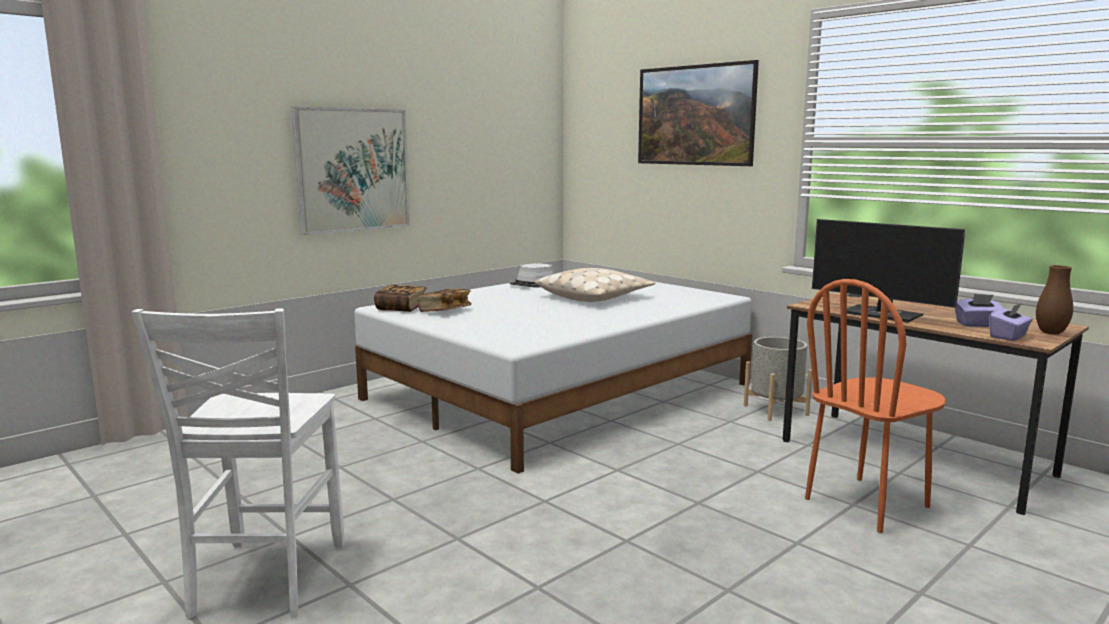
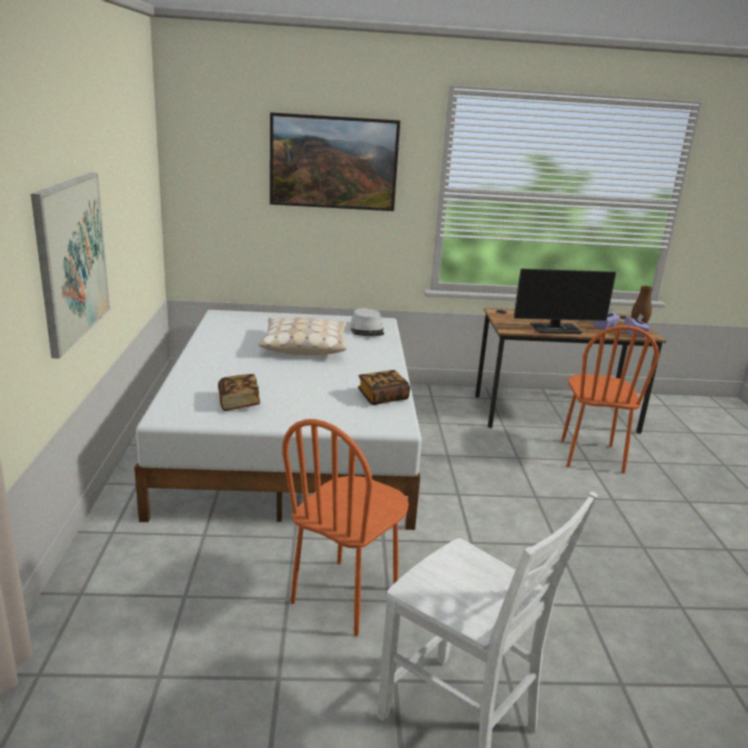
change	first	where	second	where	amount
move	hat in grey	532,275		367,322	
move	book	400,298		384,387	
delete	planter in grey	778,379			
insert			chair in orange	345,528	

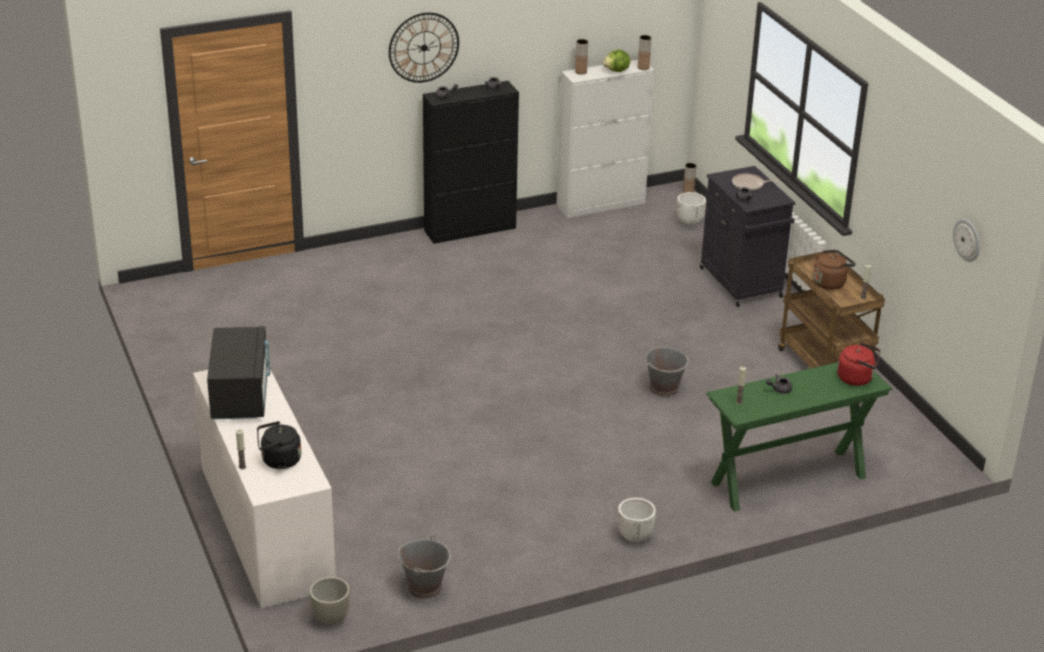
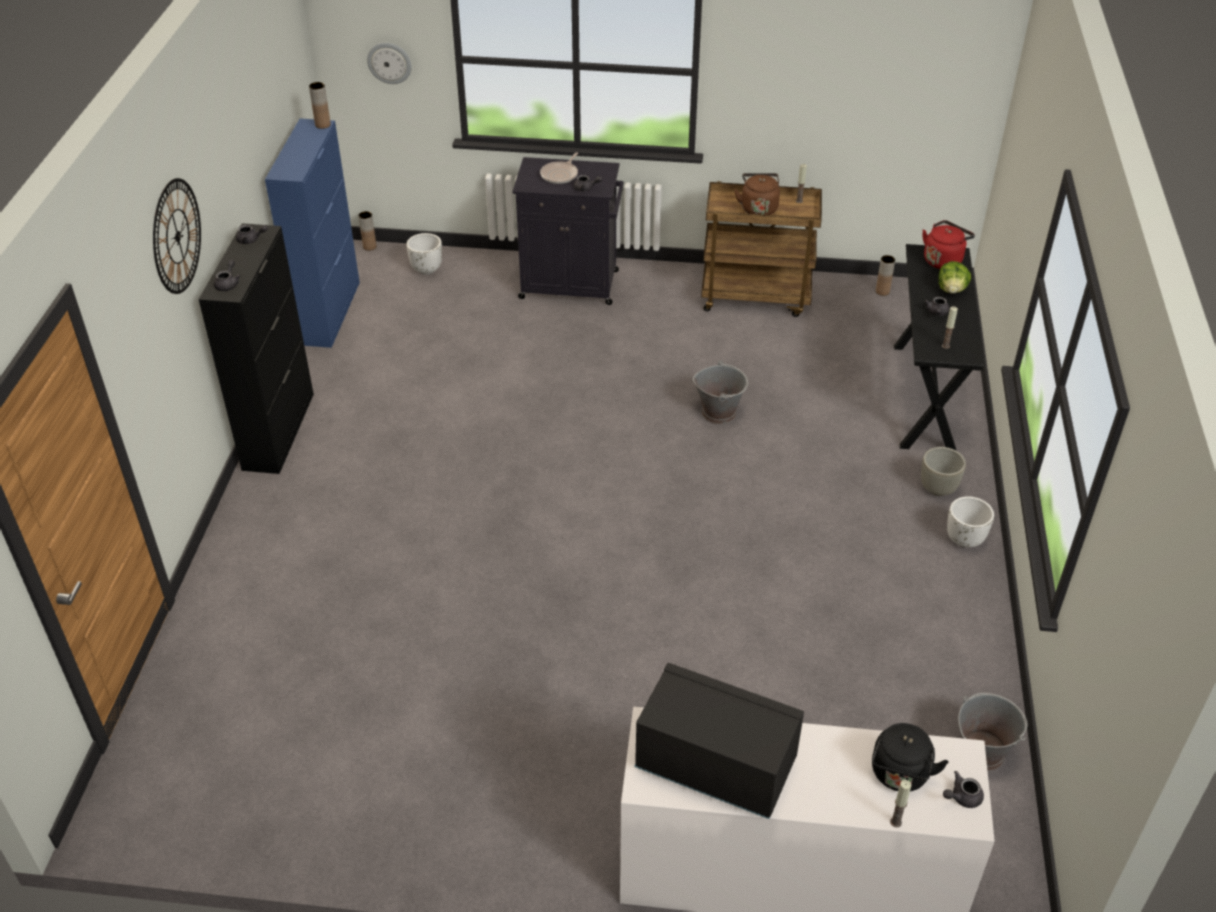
change	first	where	second	where	amount
move	vase in brown	581,57		885,275	
move	lettuce	616,61		955,277	
recolor	cabinet in white	605,139	cabinet in blue	312,233	
move	wall clock	966,240		389,63	
recolor	console table in green	799,437	console table in black	939,347	
move	planter in grey	329,601		943,471	
insert			teapot in grey	963,789	

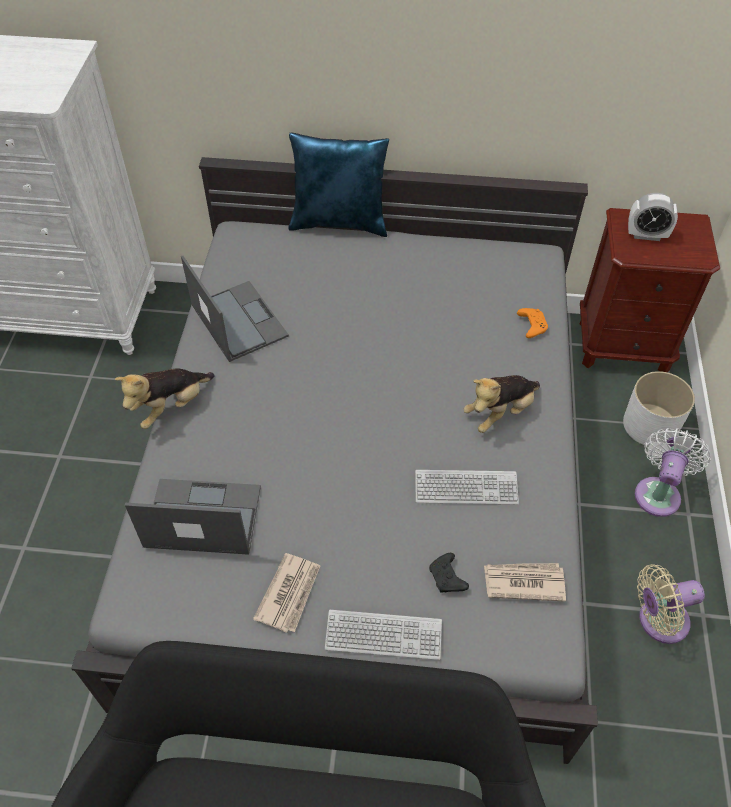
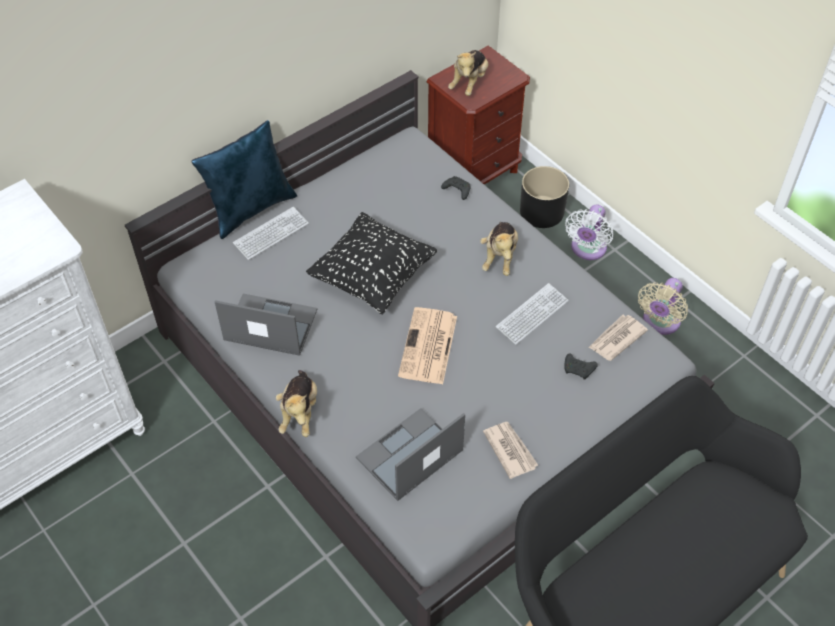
change	first	where	second	where	amount
replace	alarm clock	653,217	plush toy	468,73	
recolor	game controller in orange	532,323	game controller in black	456,188	
recolor	planter in white	659,408	planter in black	544,197	
rotate	fan in white	673,472		589,232	135 degrees counterclockwise
move	keyboard	383,635		271,233	
insert			pillow in black	371,263	
insert			newspaper	427,345	

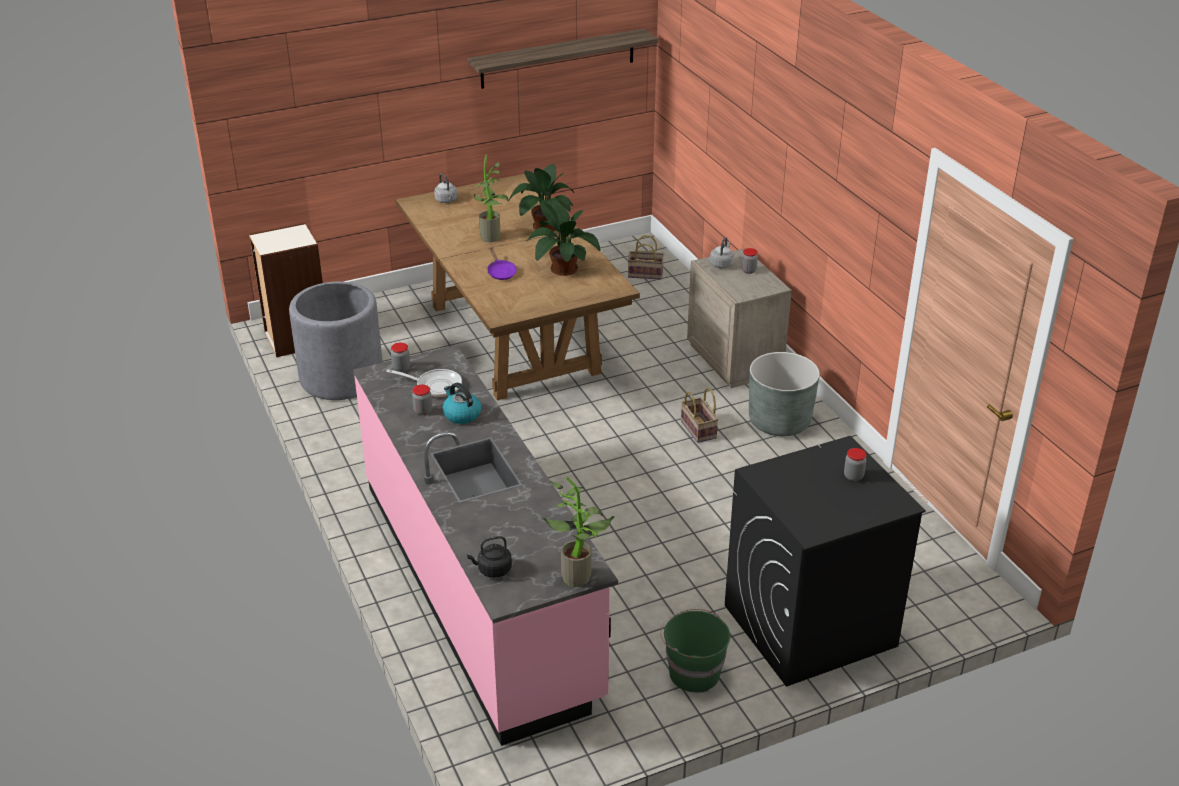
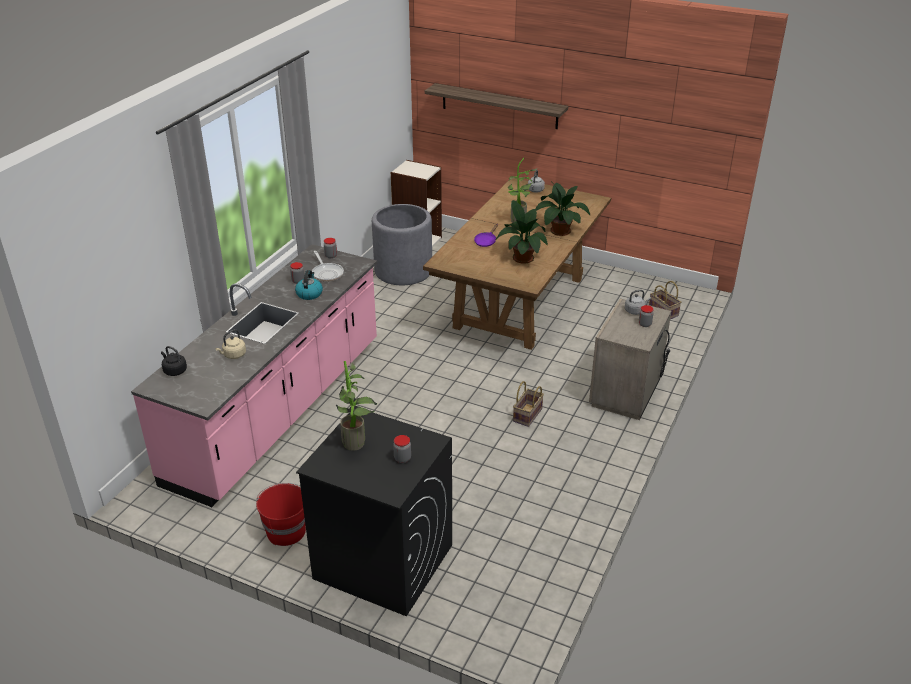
change	first	where	second	where	amount
move	shelf	563,59		496,106	
delete	planter in grey	784,394			
move	potted plant	579,532		356,406	
recolor	bucket in green	695,650	bucket in red	281,514	
insert			kettle in beige	231,344	

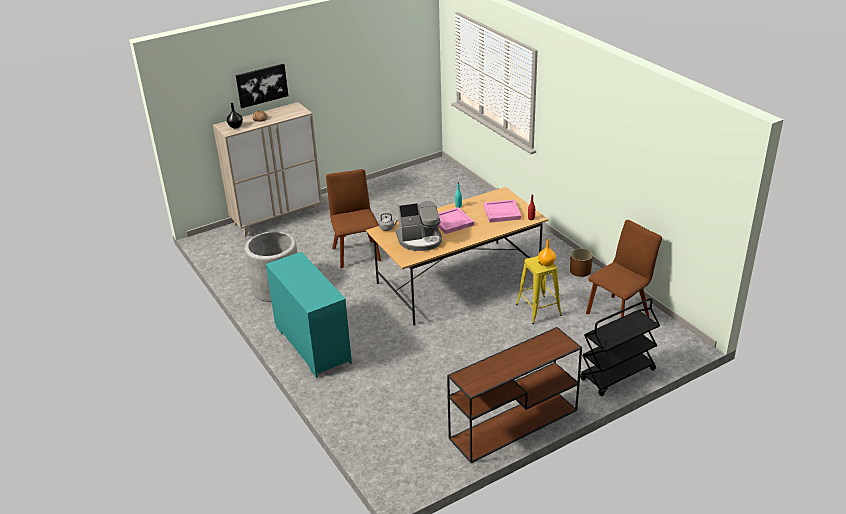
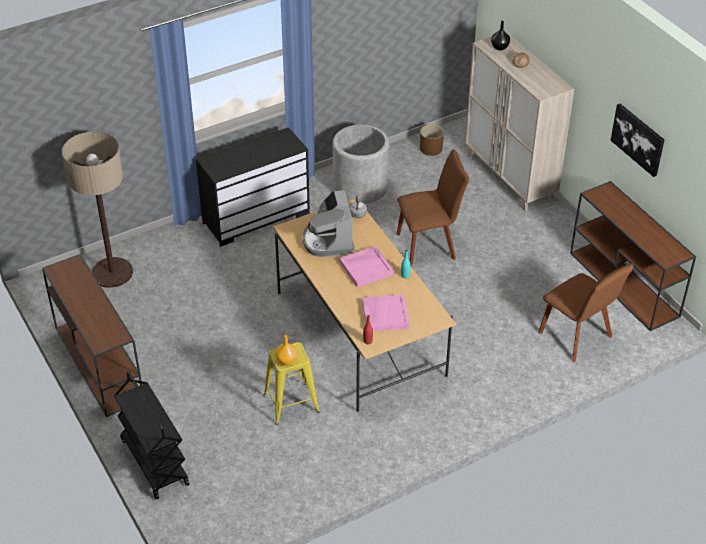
change	first	where	second	where	amount
move	picture	262,86		637,140	
move	chair in brown	624,269		585,313	
move	planter in brown	581,263		432,140	
recolor	dresser in turquoise	309,315	dresser in black	253,187	
insert			floor lamp	97,209	
insert			console table in brown	633,256	

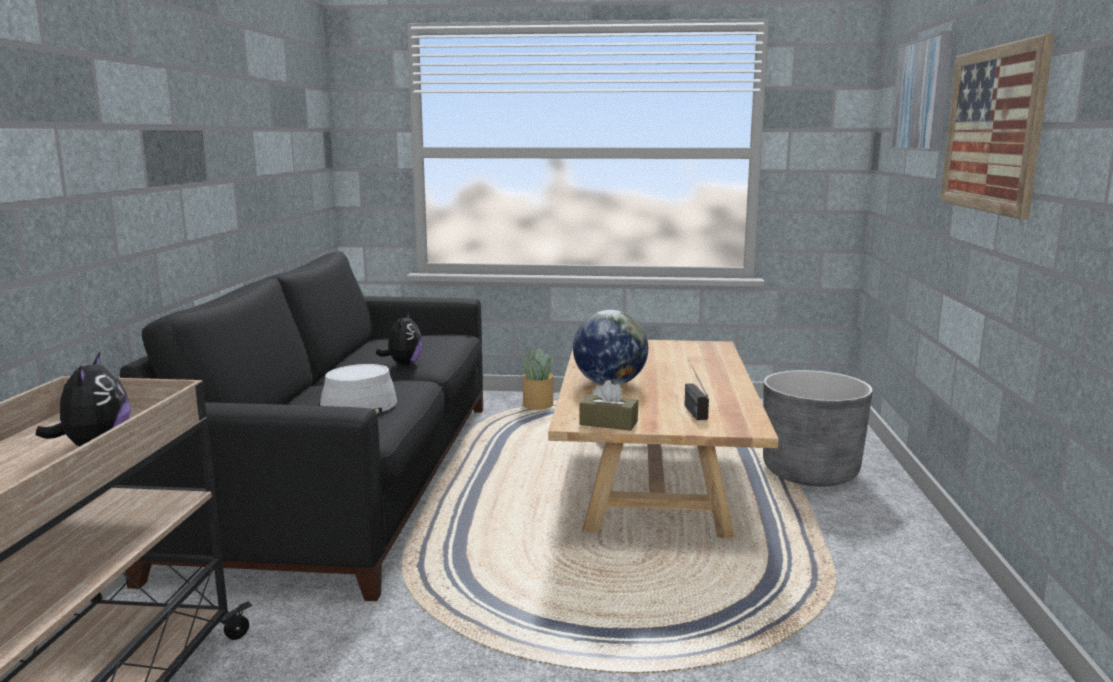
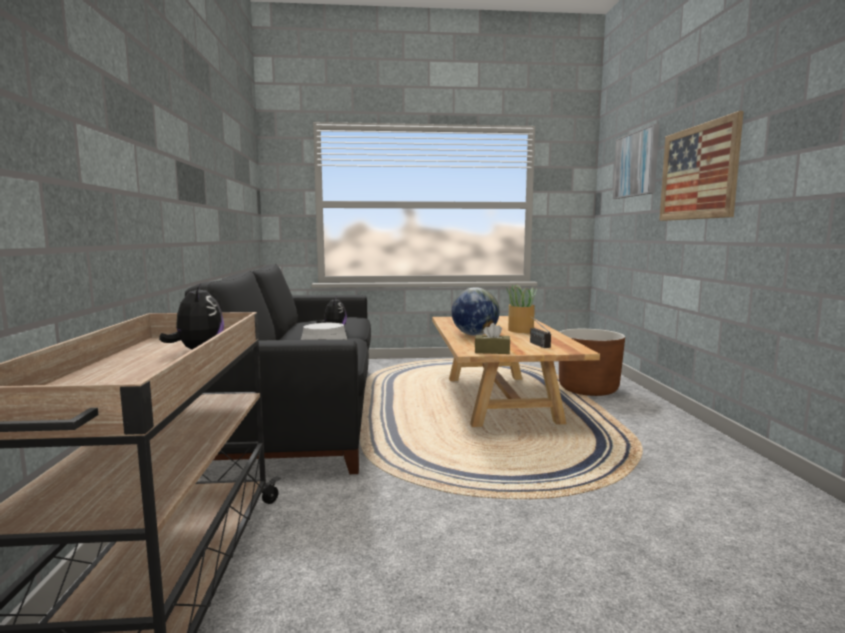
change	first	where	second	where	amount
move	potted plant	538,379		521,308	
recolor	planter in grey	818,428	planter in brown	592,362	

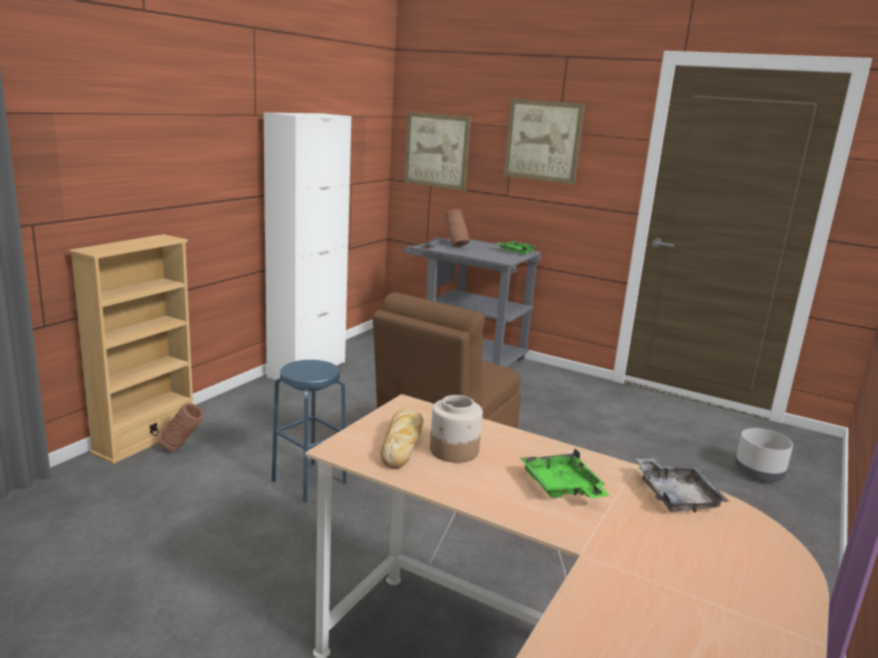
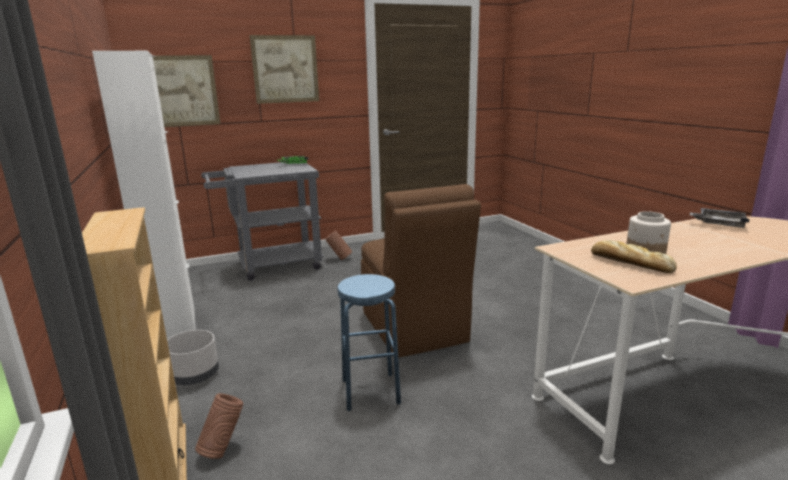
change	first	where	second	where	amount
move	vase in brown	457,228		338,245	
move	planter in grey	764,454		193,357	
delete	tray in green	565,473			

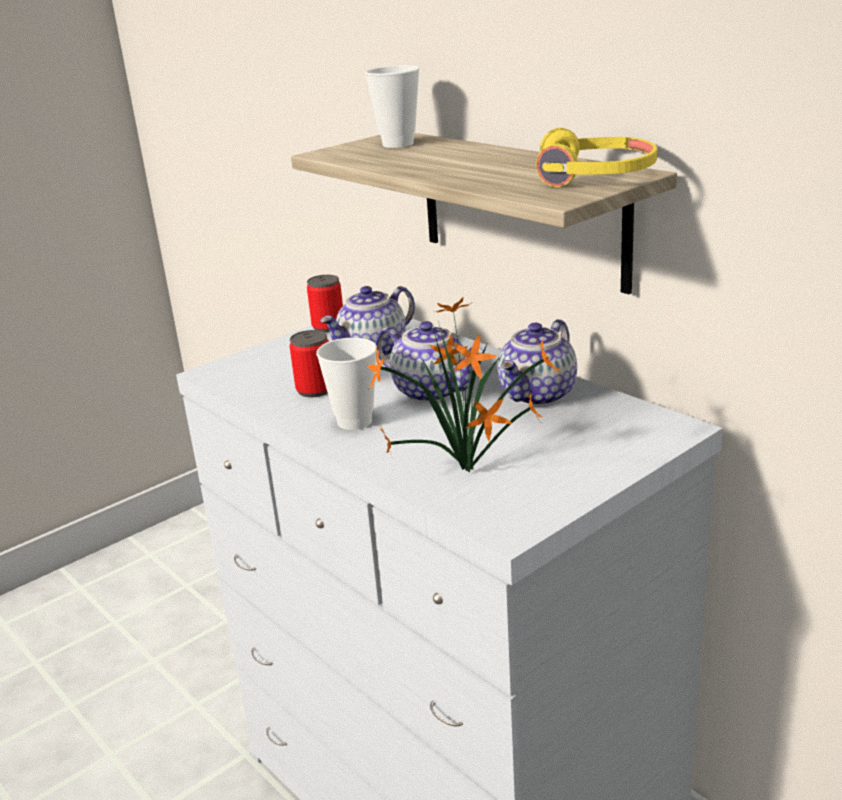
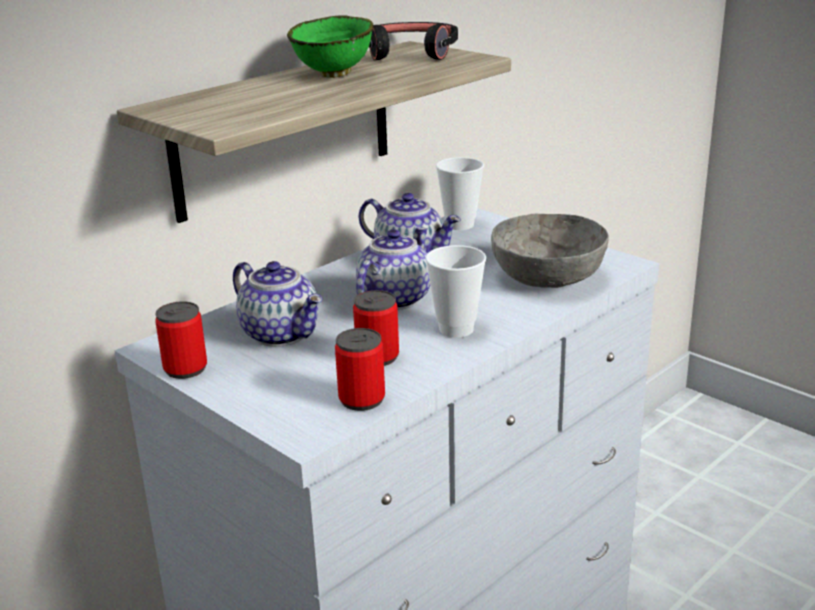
change	first	where	second	where	amount
move	cup	392,106		460,193	
recolor	headphones in yellow	596,157	headphones in black	413,41	
replace	potted plant	464,385	bowl in grey	550,251	
insert			bowl in green	330,47	
insert			can	360,369	

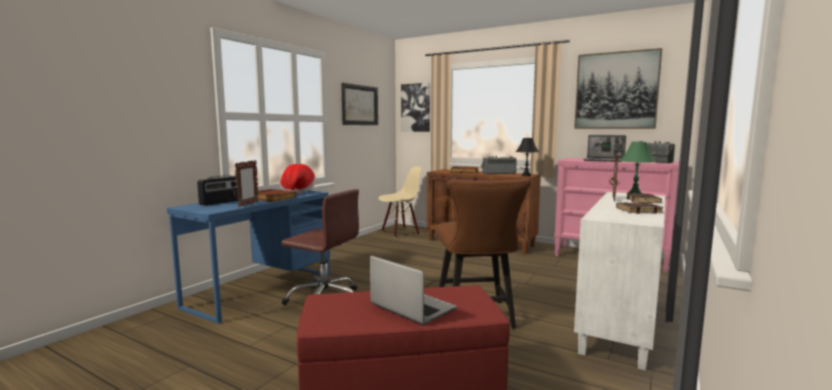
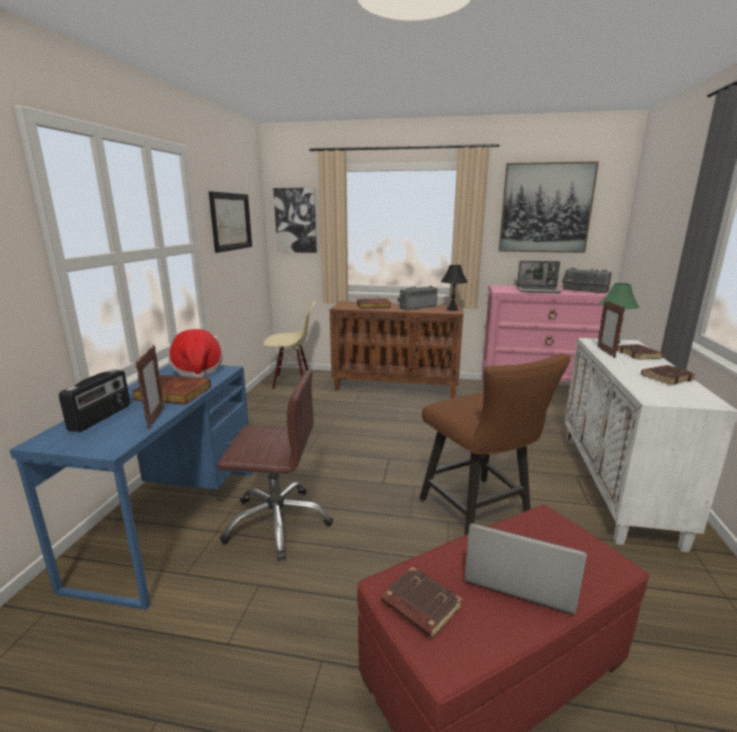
change	first	where	second	where	amount
rotate	chair in beige	400,202		289,345	45 degrees clockwise
insert			book in brown	421,603	

